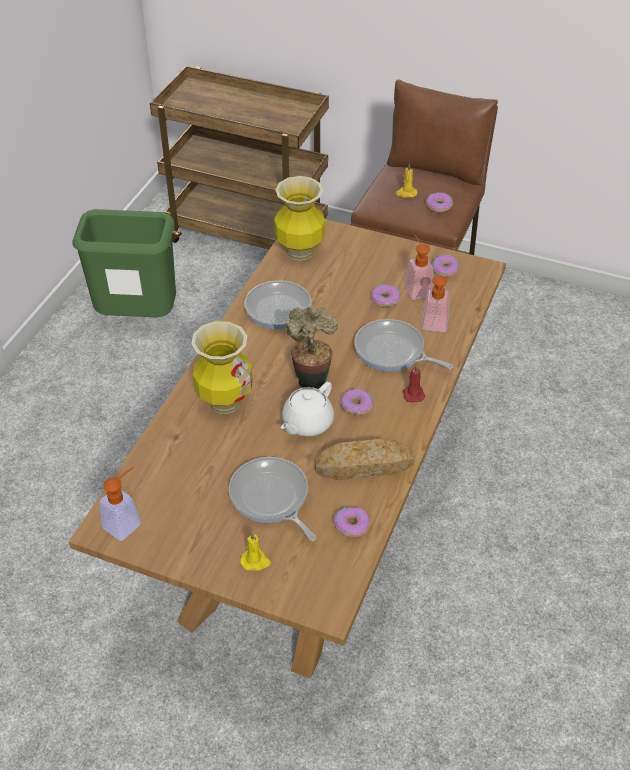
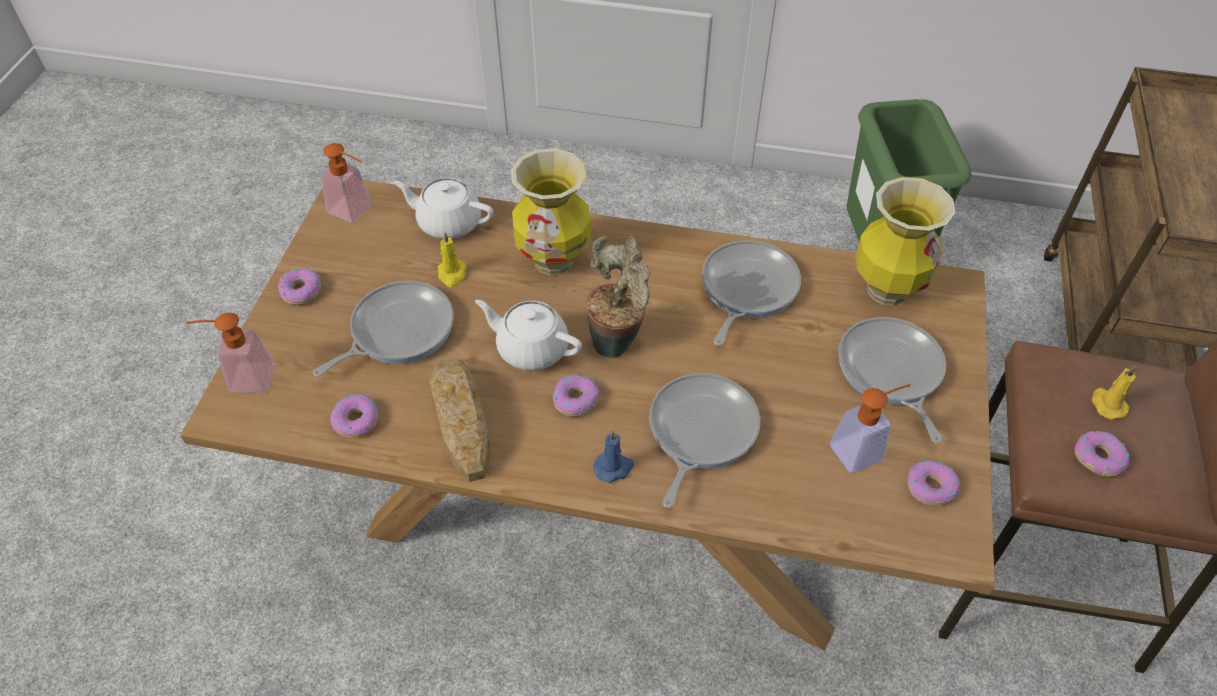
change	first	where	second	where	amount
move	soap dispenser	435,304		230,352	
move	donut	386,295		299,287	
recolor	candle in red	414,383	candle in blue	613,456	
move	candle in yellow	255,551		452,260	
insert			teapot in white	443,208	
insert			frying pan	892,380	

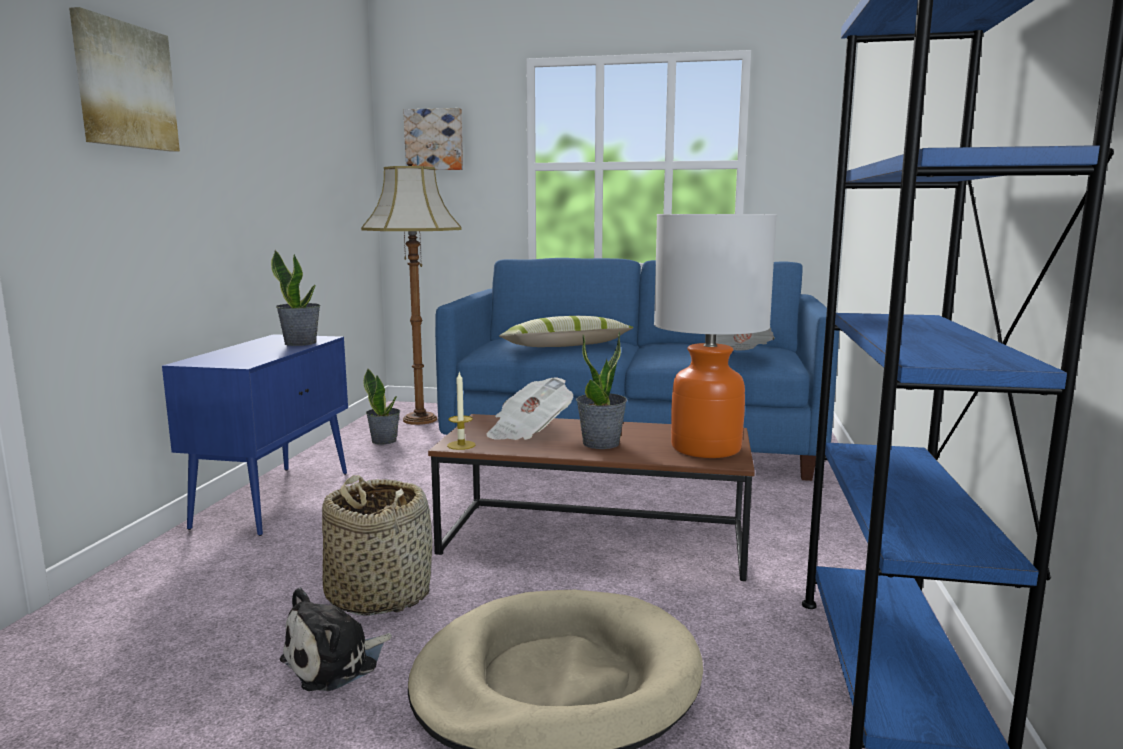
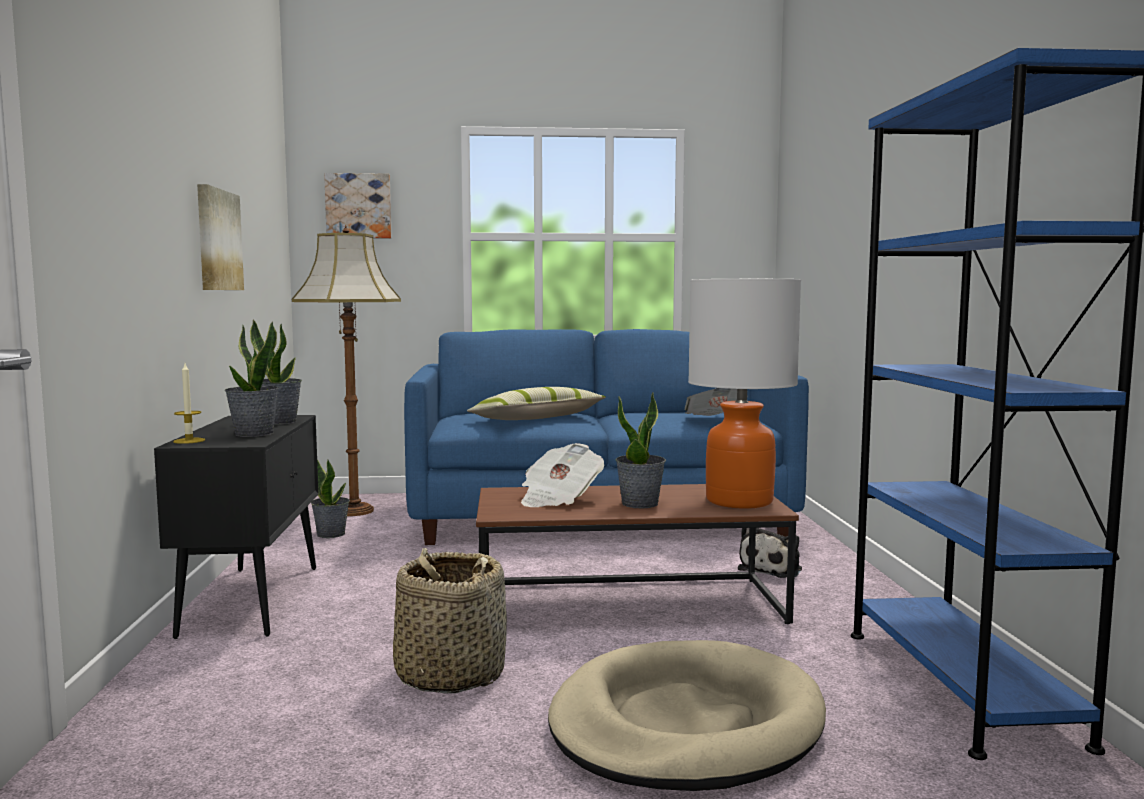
change	first	where	second	where	amount
move	picture	124,79		220,237	
recolor	cabinet in blue	255,435	cabinet in black	236,527	
move	candle	461,411		189,404	
move	plush toy	336,639		770,553	
insert			potted plant	252,379	

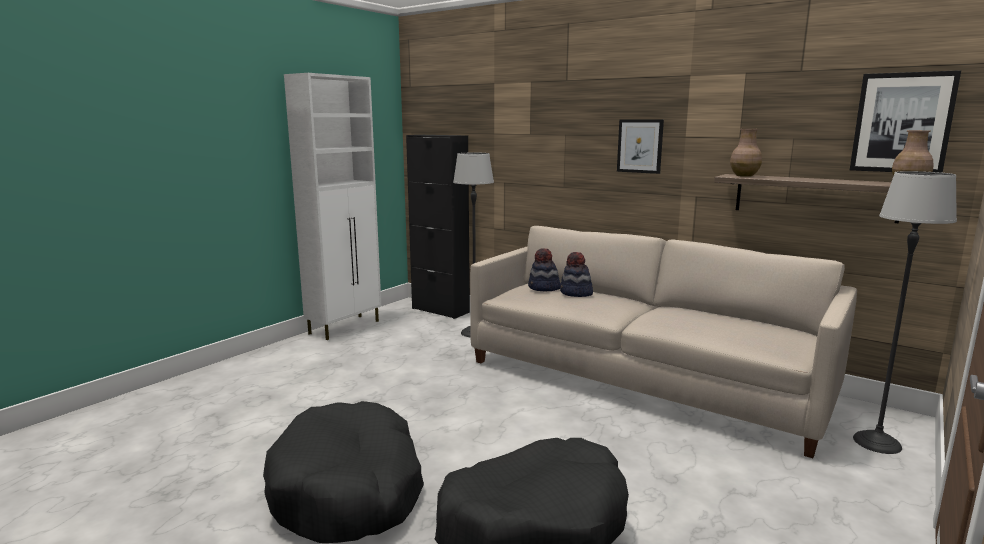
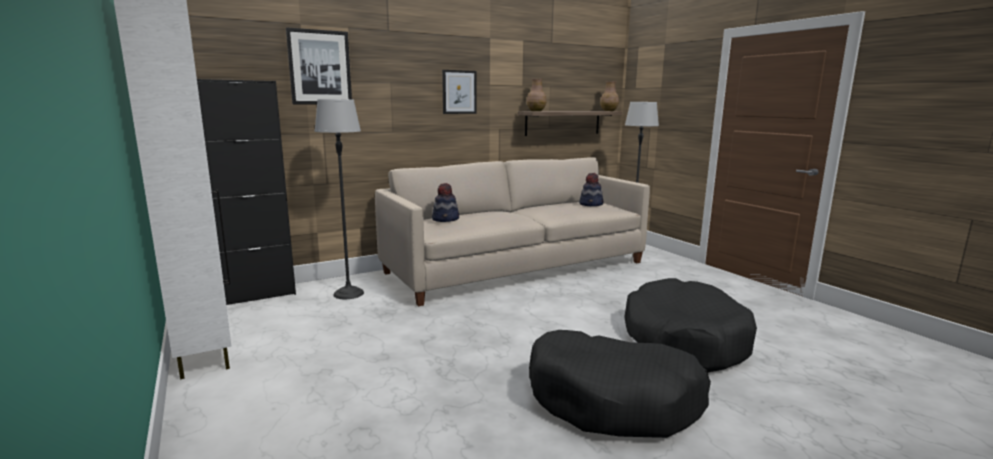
change	first	where	second	where	amount
move	picture	905,121		319,65	
move	hat	576,274		591,189	

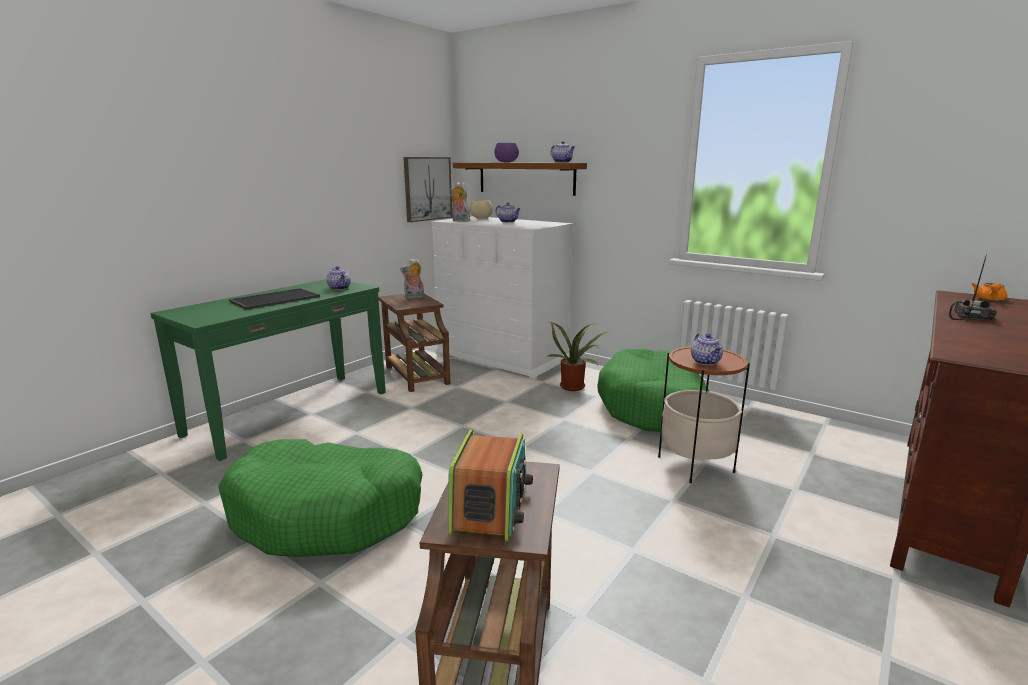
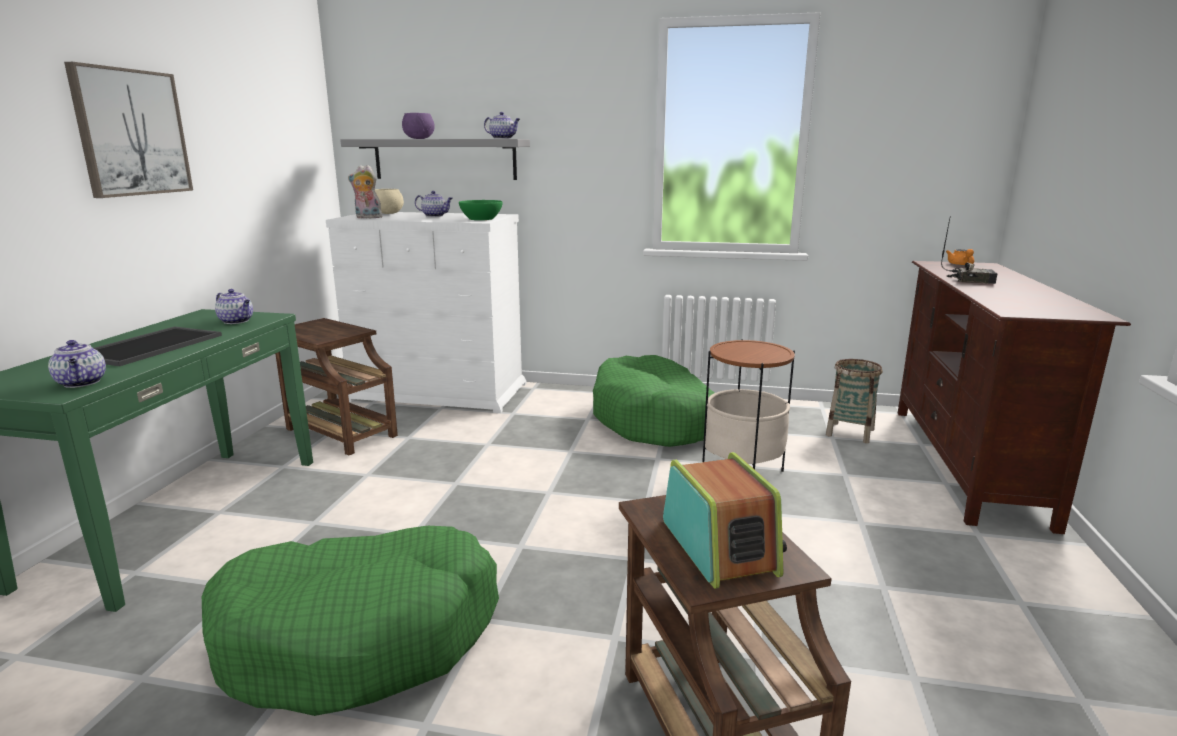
change	first	where	second	where	amount
move	picture	427,189		128,130	
recolor	shelf in brown	520,179	shelf in grey	435,159	
rotate	radio	973,289		969,250	105 degrees clockwise
delete	plush toy	412,278			
delete	potted plant	577,356			
move	teapot	707,349		77,364	
insert			bowl in green	481,210	
insert			basket	854,401	

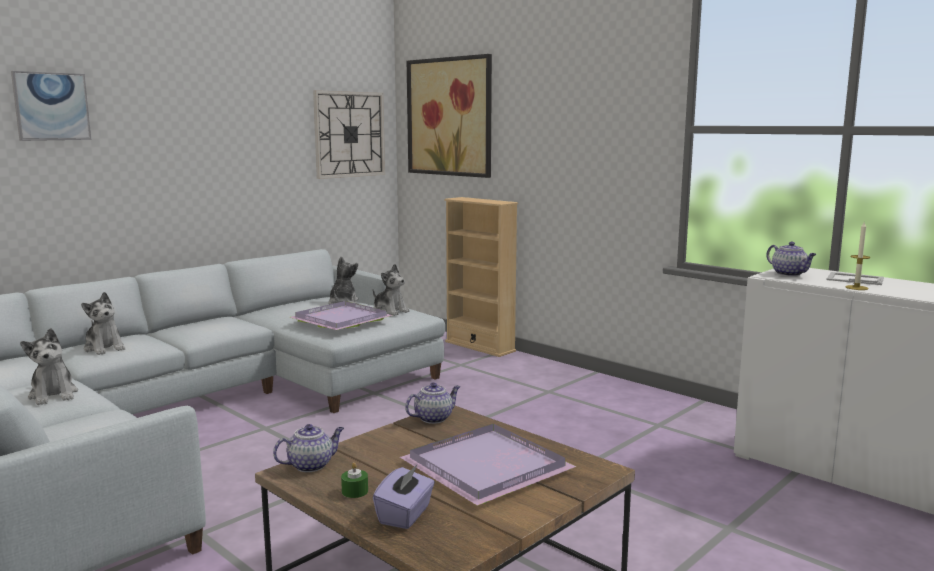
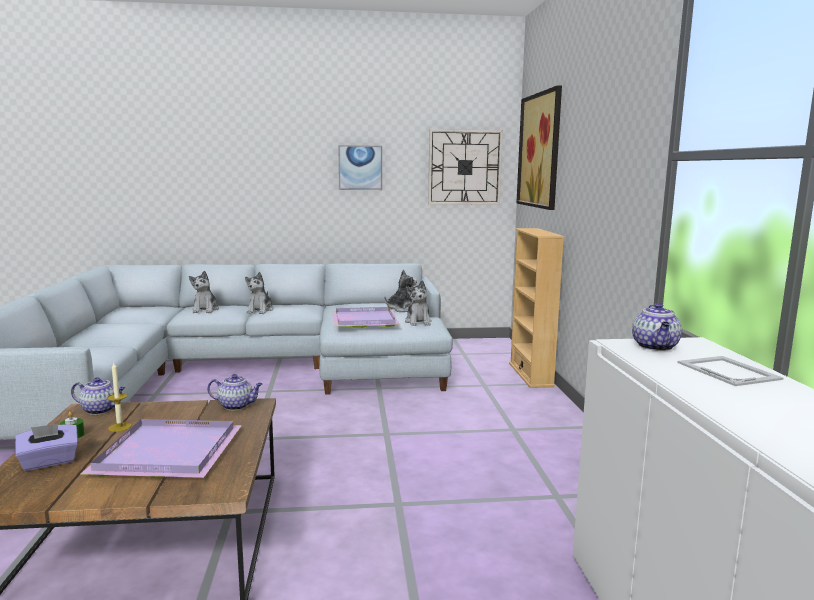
change	first	where	second	where	amount
move	picture	51,106		360,167	
move	candle	858,256		119,397	
move	plush toy	49,366		259,293	

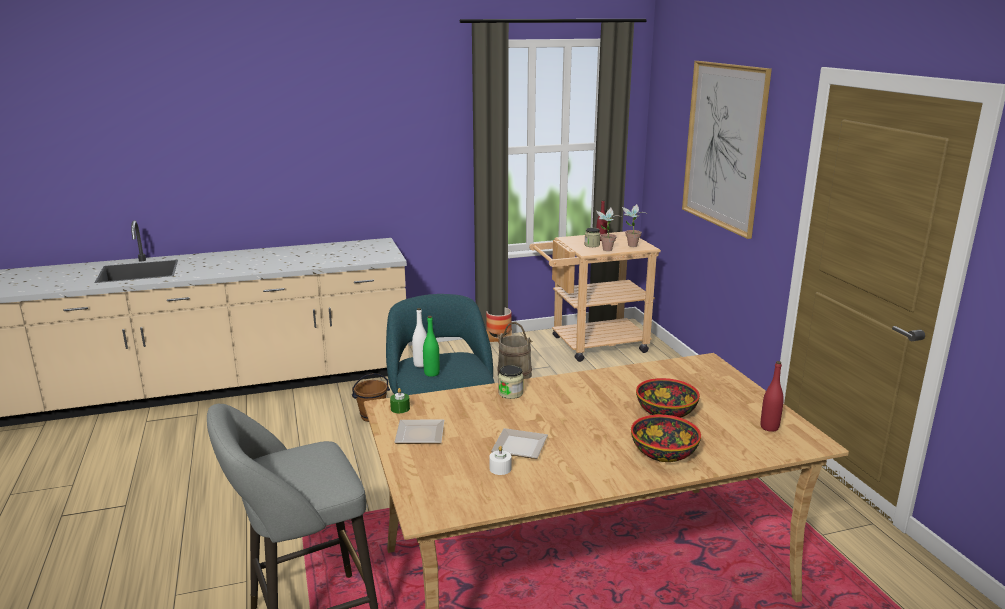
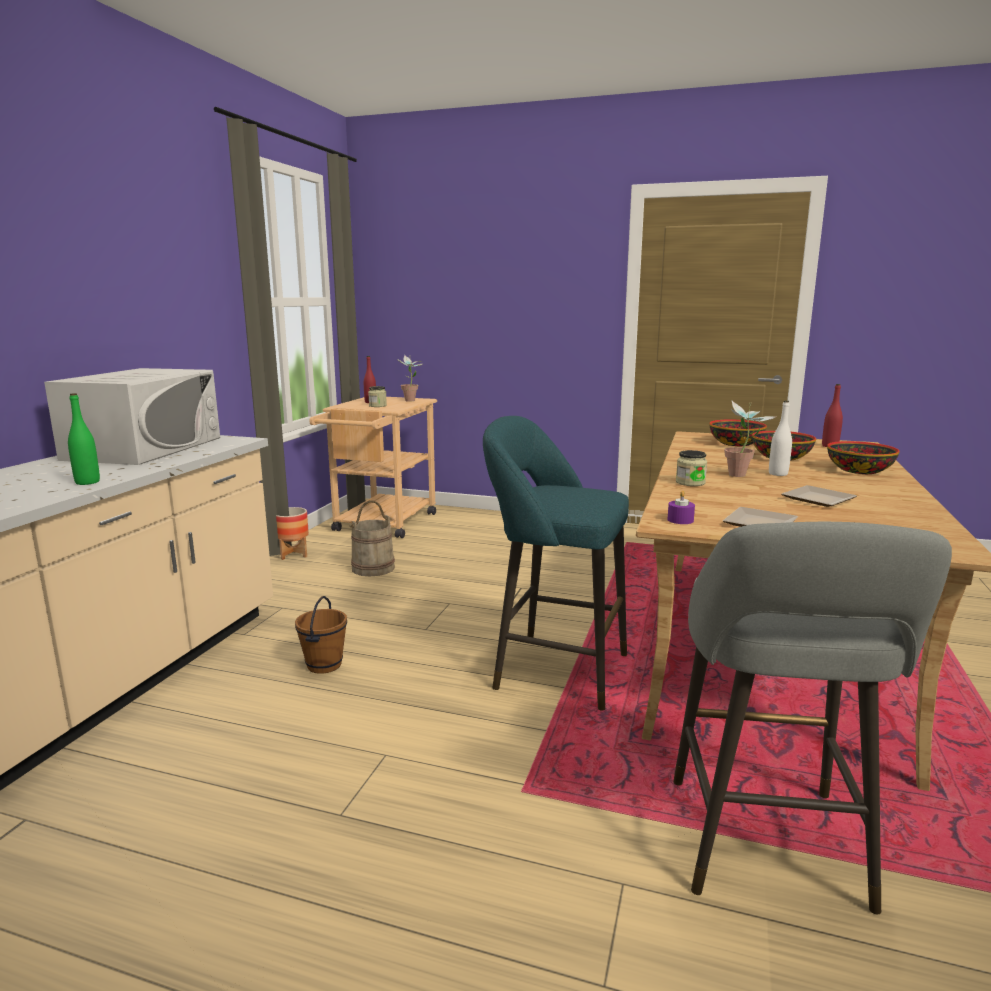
change	first	where	second	where	amount
delete	picture	727,150			
move	potted plant	608,229		750,439	
move	bottle in white	419,337		780,438	
move	bottle in green	431,346		84,439	
recolor	candle in green	400,400	candle in purple	681,507	
delete	candle in white	500,460			
insert			microwave in white	132,416	
insert			bowl	738,433	

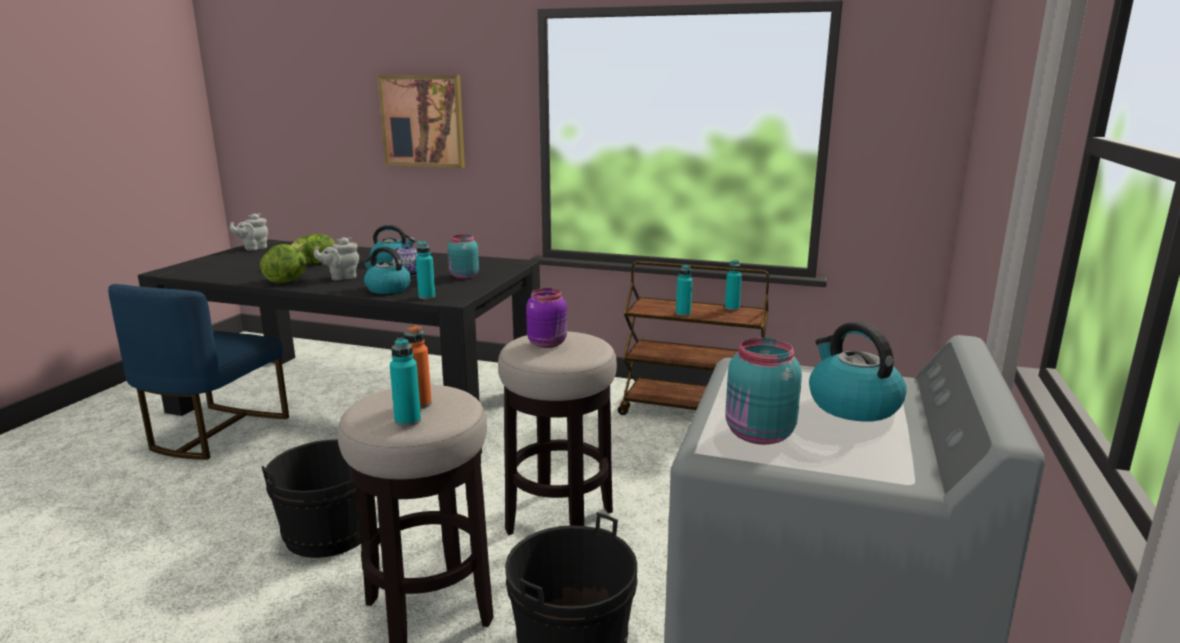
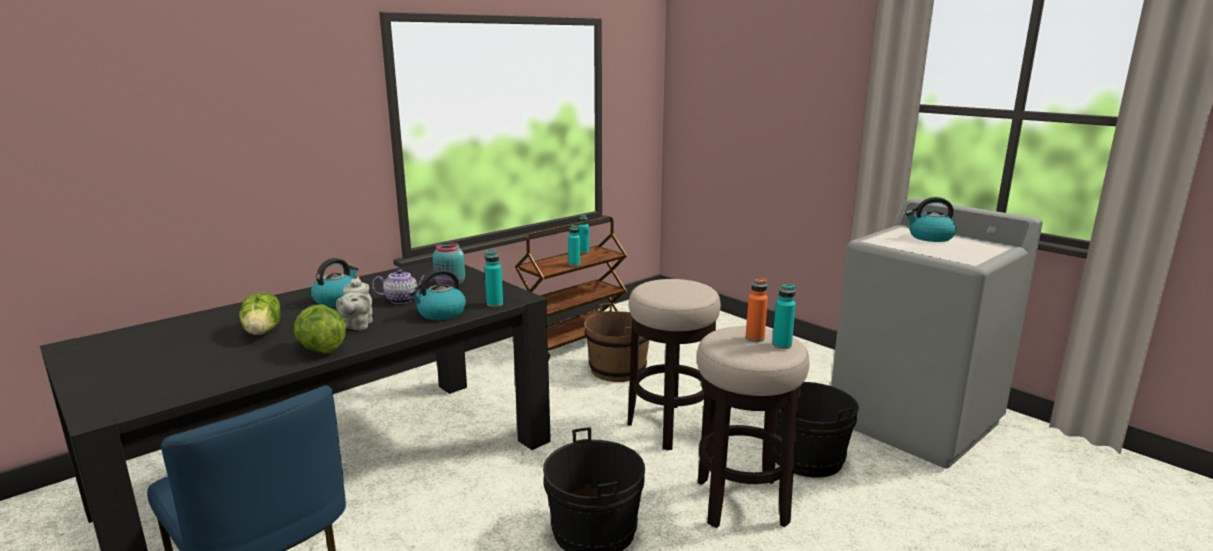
change	first	where	second	where	amount
delete	picture	421,121			
delete	teapot in grey	249,232			
delete	jar in purple	546,318			
delete	jar in turquoise	763,391			
insert			bucket in brown	616,342	

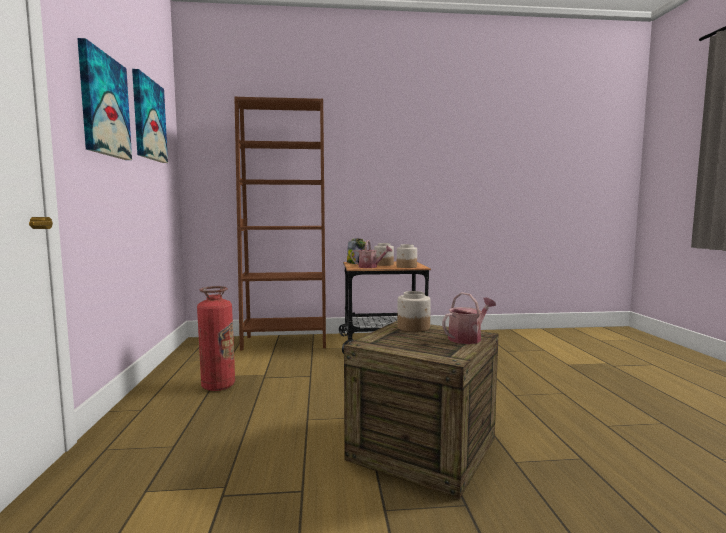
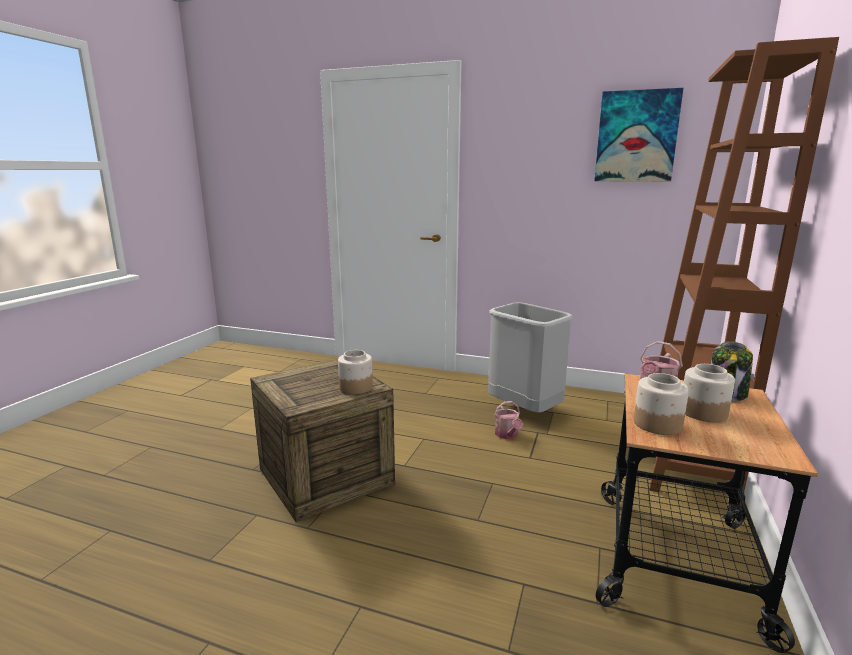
change	first	where	second	where	amount
delete	picture	104,99			
replace	fire extinguisher	216,338	trash can in grey	530,357	
move	watering can	469,318		509,420	

